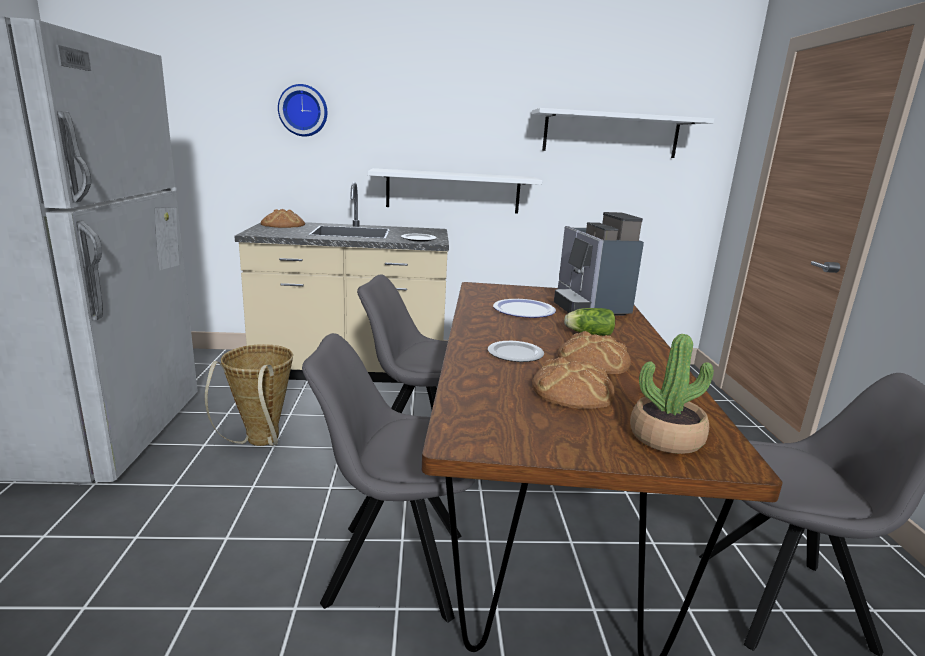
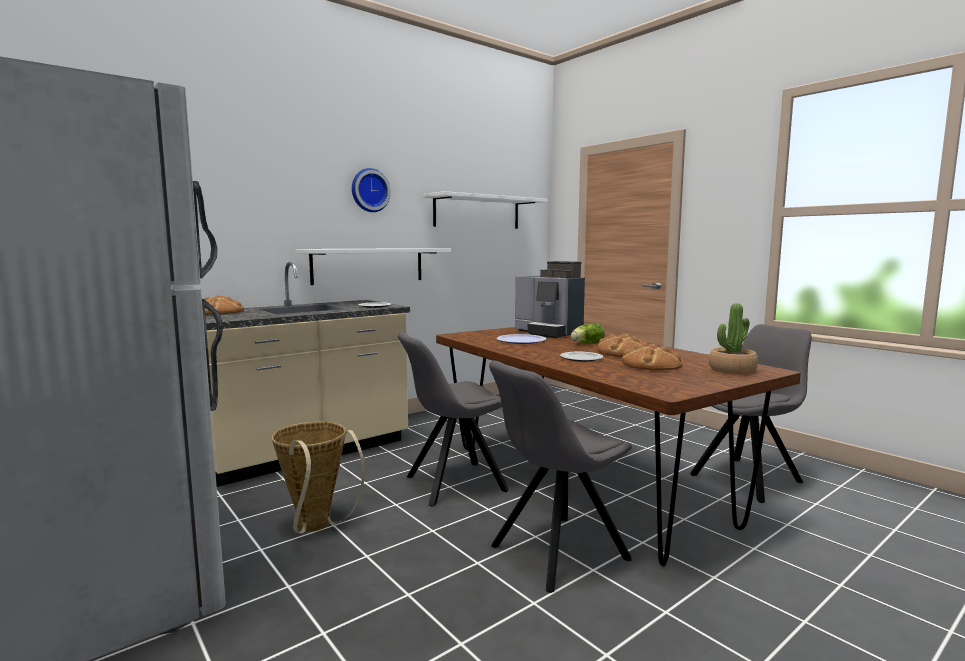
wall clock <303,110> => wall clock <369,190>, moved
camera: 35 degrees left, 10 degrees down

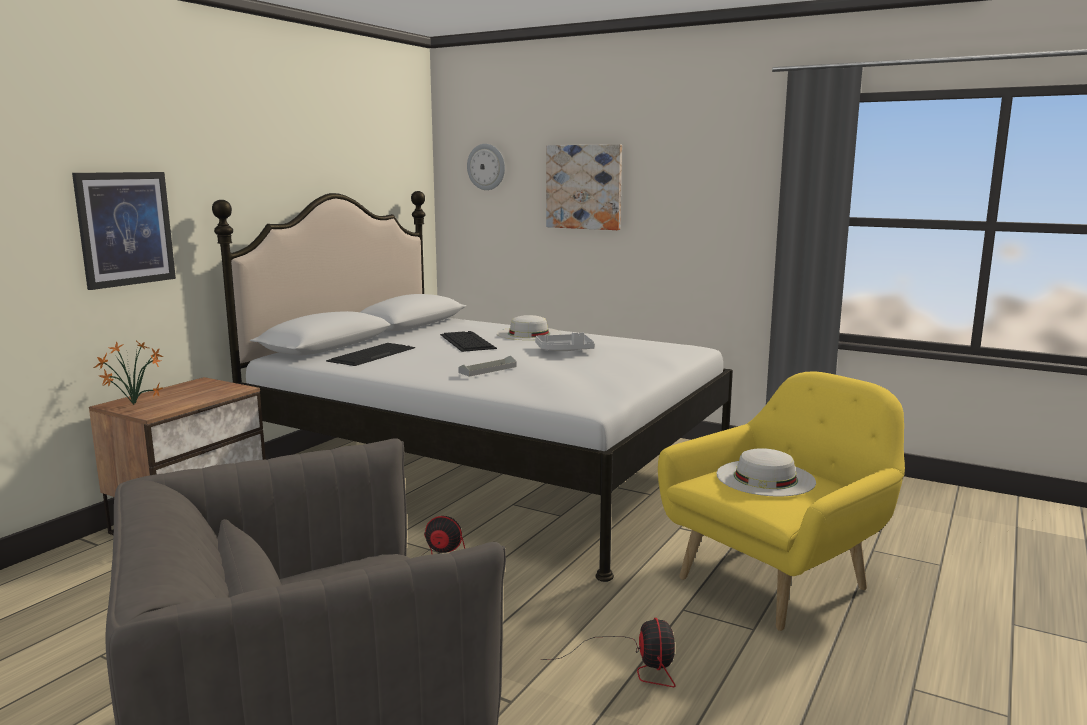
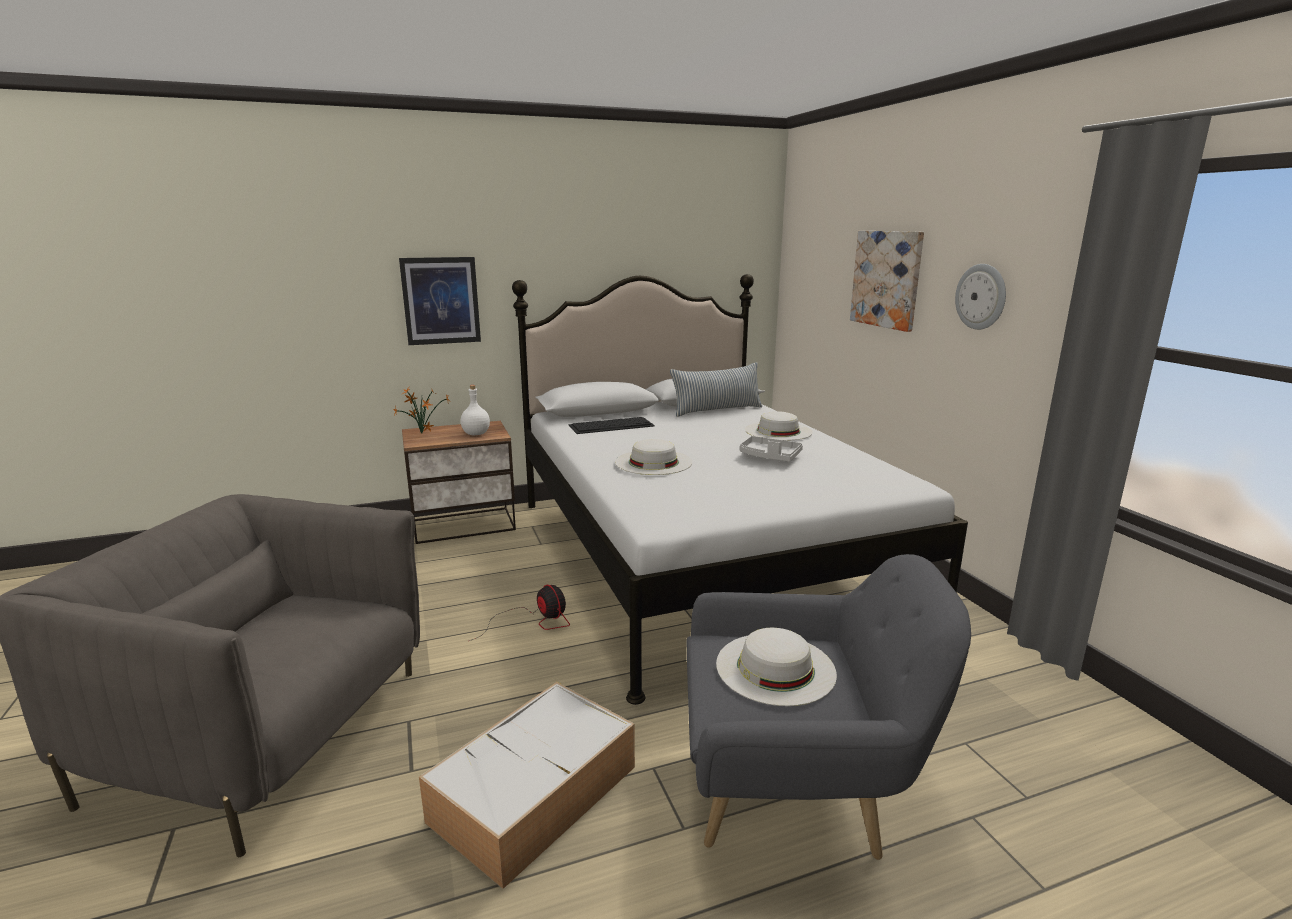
keyboard <466,341> => nothing
tray (grey) <487,370> => hat (white) <653,462>
wall clock <486,167> => wall clock <981,297>, moved
fan <634,664> => storage box <533,796>
armchair (yellow) <778,579> => armchair (grey) <796,789>
nothing => bottle (white) <476,434>
nothing => pillow <717,410>
camera: 40 degrees right, 5 degrees up

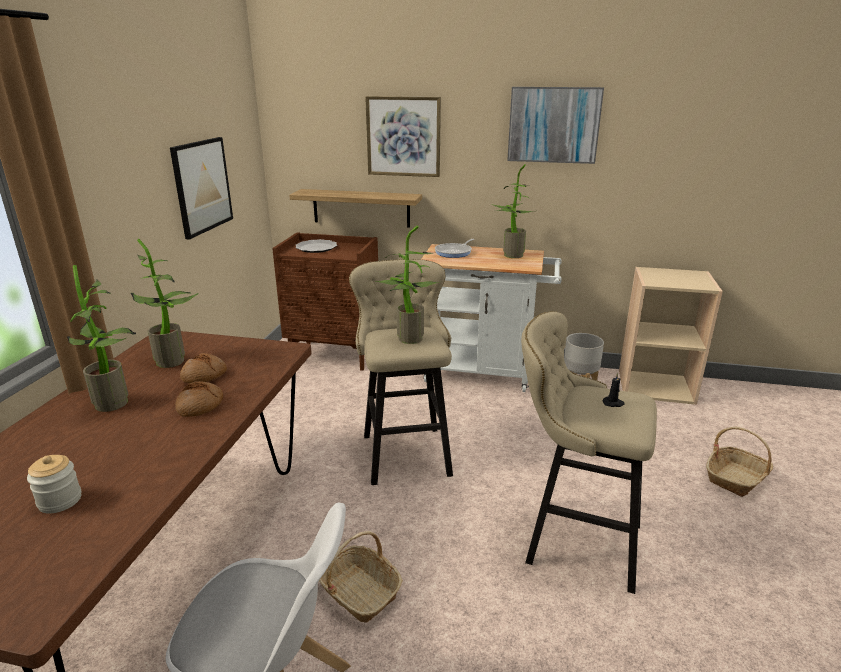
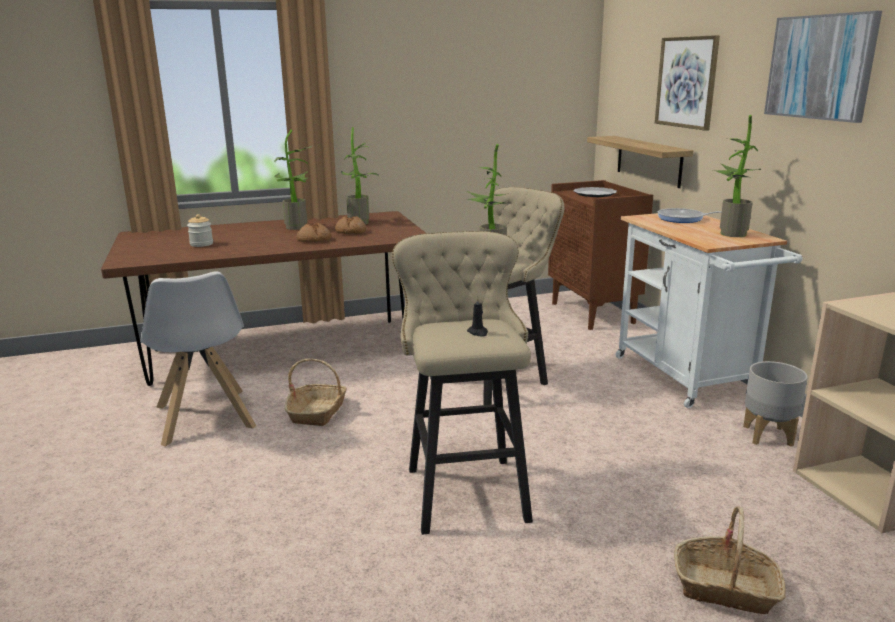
picture <202,186> => nothing
camera: 60 degrees right, 5 degrees down

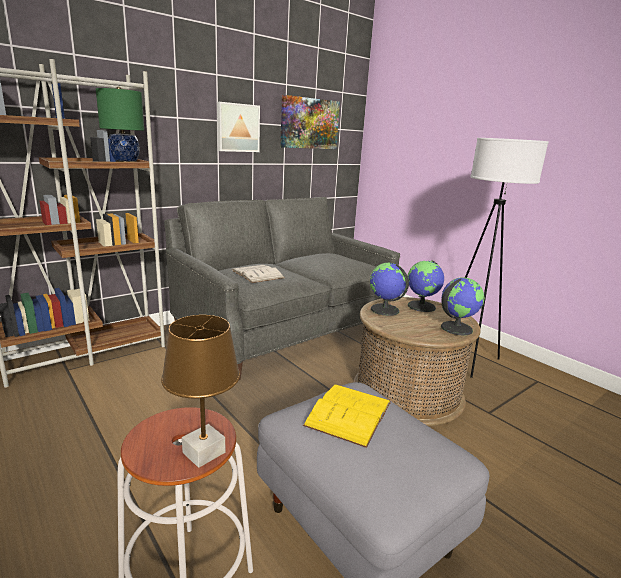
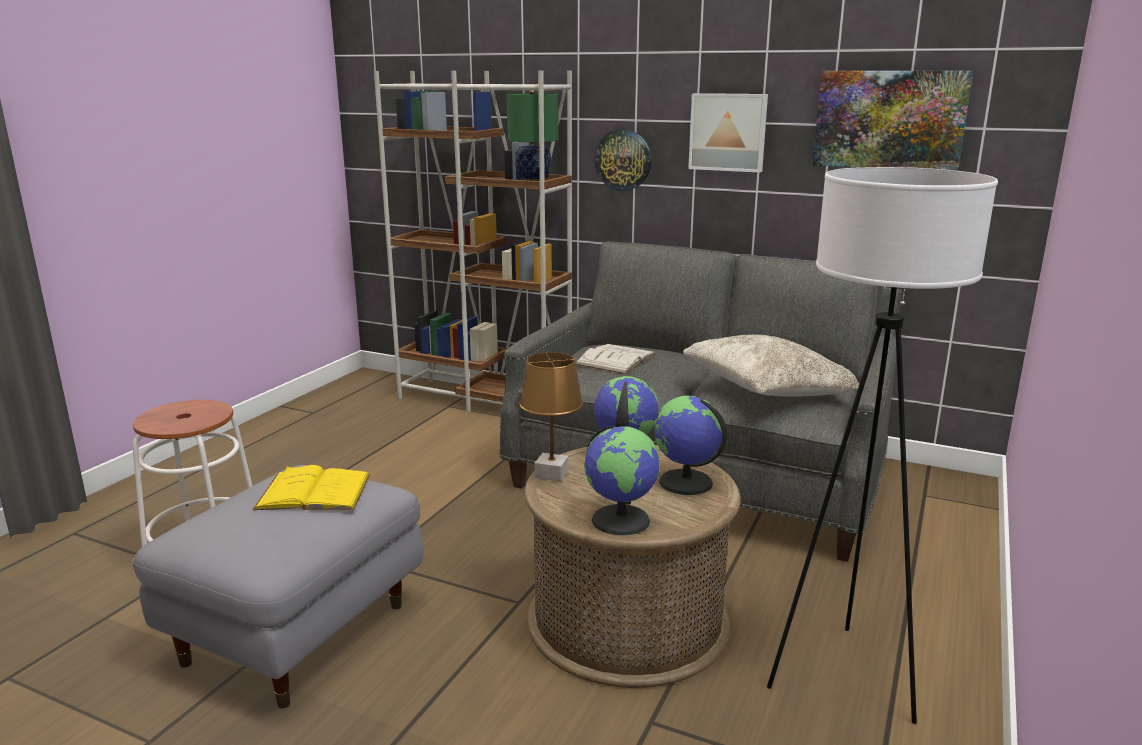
table lamp (brown) <203,453> => table lamp (brown) <551,474>, moved
nothing => wall clock <623,160>
nothing => pillow (beige) <768,389>
camera: 65 degrees right, 0 degrees up

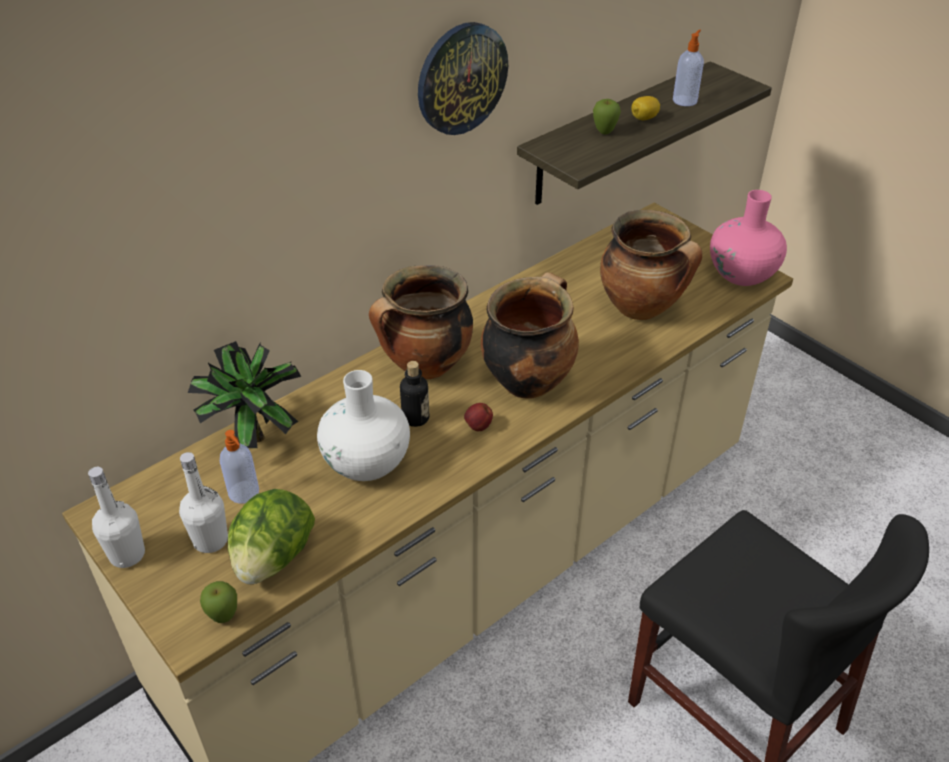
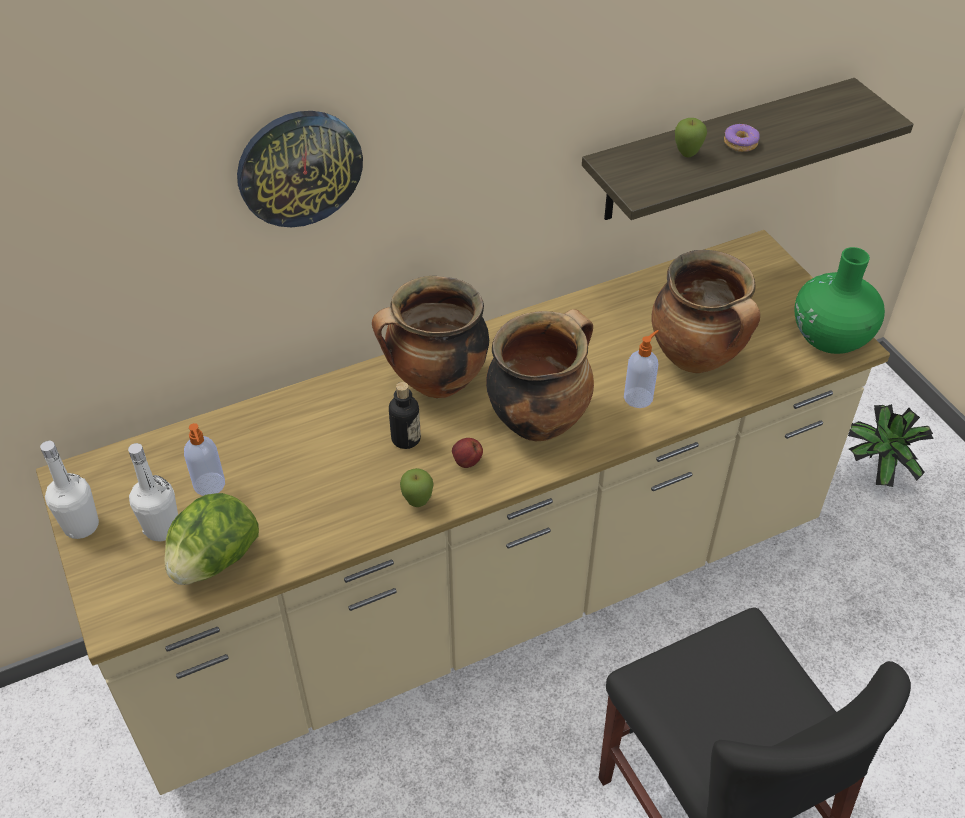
potted plant <253,436> => potted plant <874,472>, moved
apple <224,617> => apple <417,502>, moved
vase (white) <366,462> => nothing
wall clock <461,78> => wall clock <299,168>, moved
lemon <644,118> => donut <740,143>
soap dispenser <685,100> => soap dispenser <639,397>, moved
vase (pink) <741,274> => vase (green) <830,337>
camera: 15 degrees right, 5 degrees up

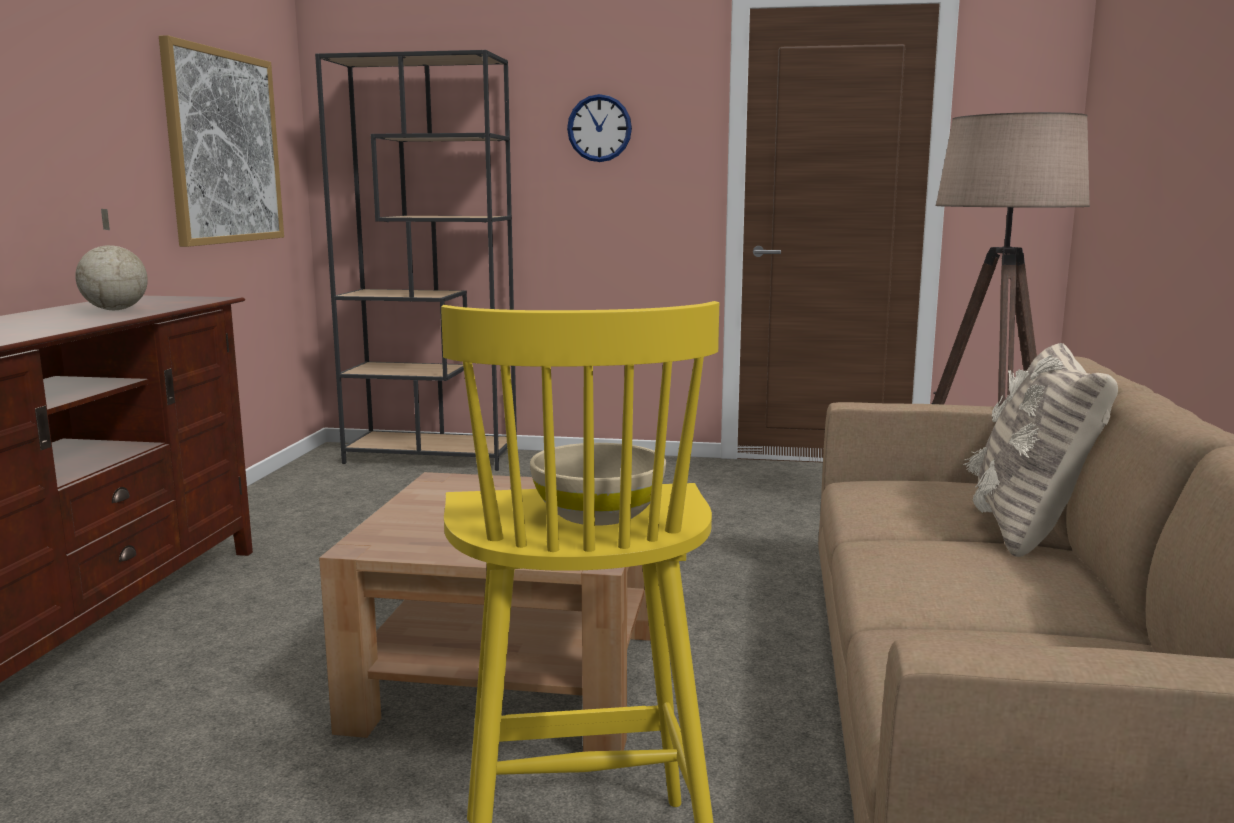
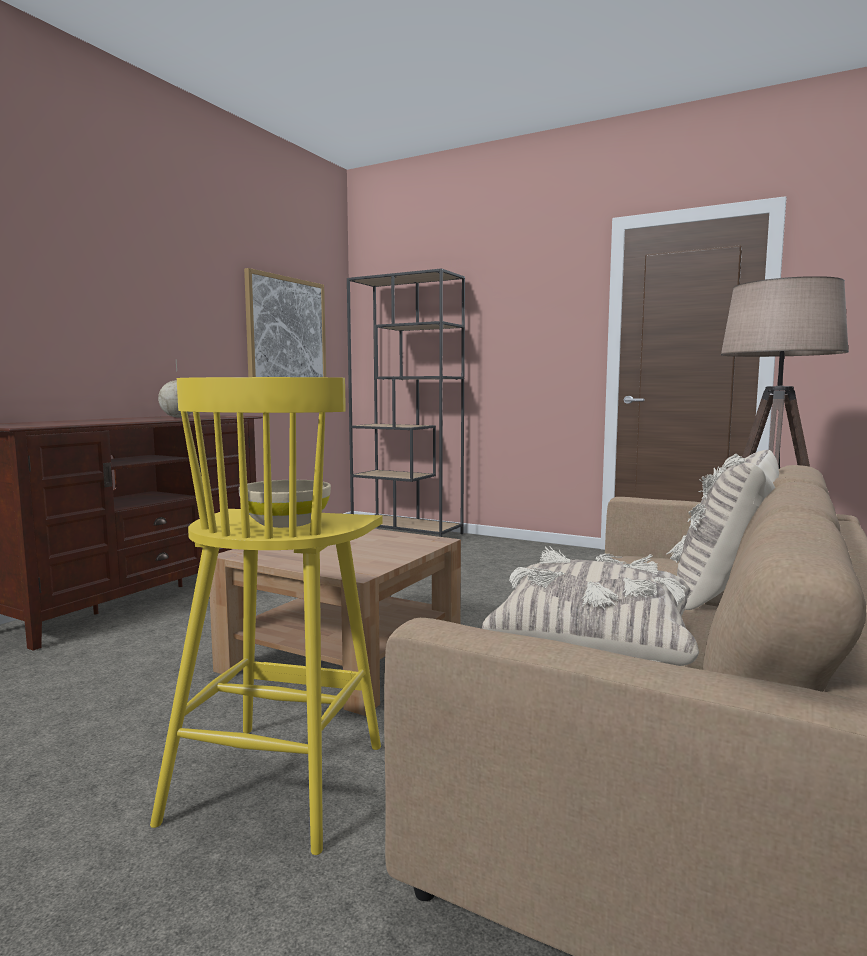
wall clock <599,128> => nothing
nothing => pillow (beige) <593,646>
camera: 20 degrees right, 5 degrees down

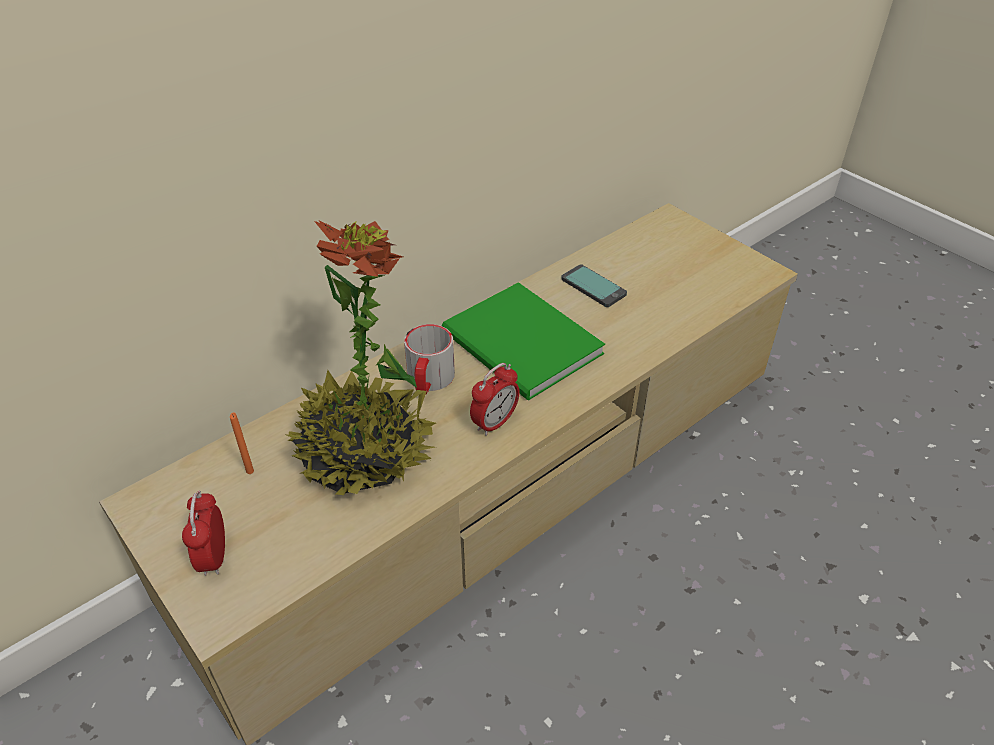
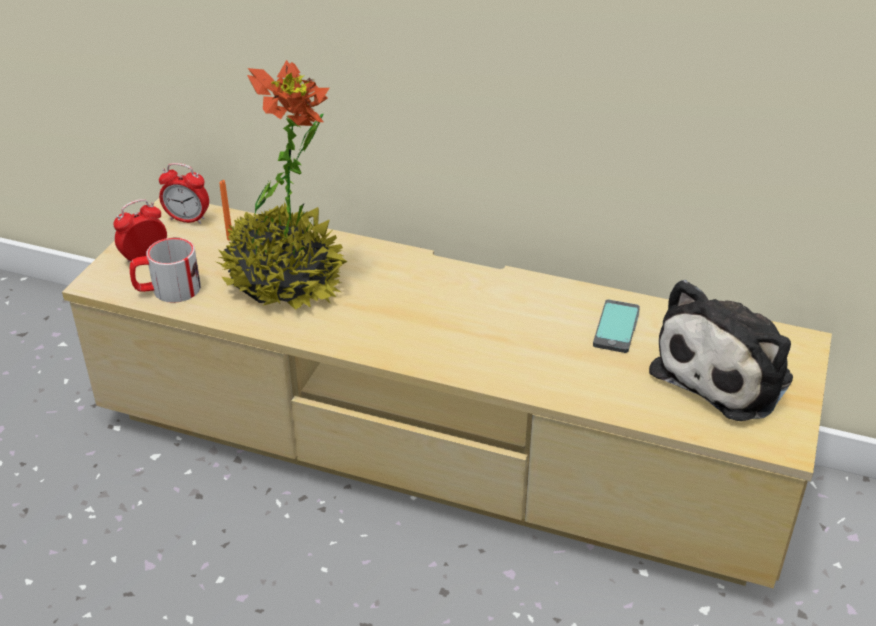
mug <429,381> => mug <167,290>, moved
book (green) <522,347> => nothing
alarm clock <494,422> => alarm clock <187,219>, moved
nothing => plush toy <727,373>
camera: 60 degrees right, 5 degrees down

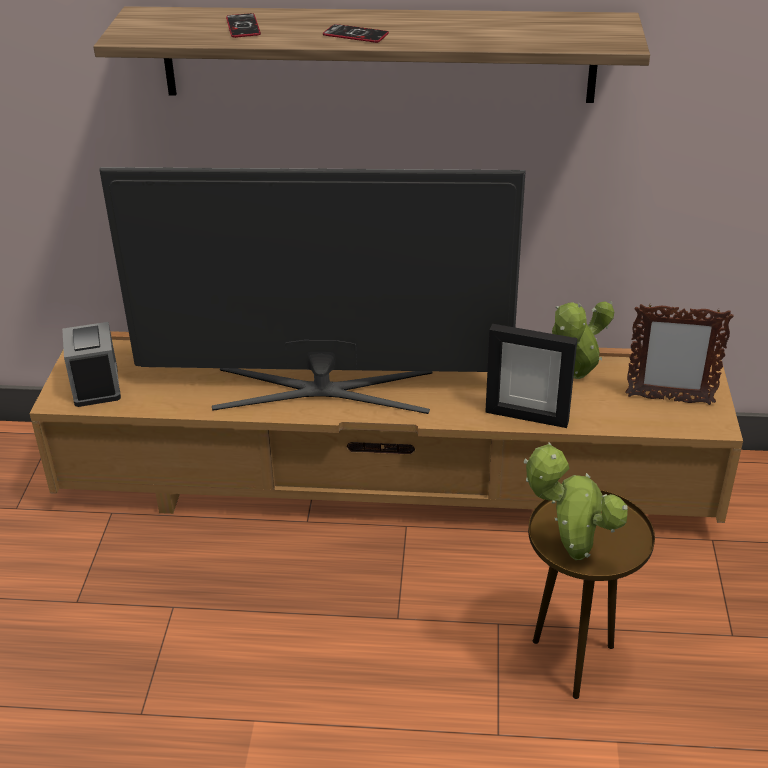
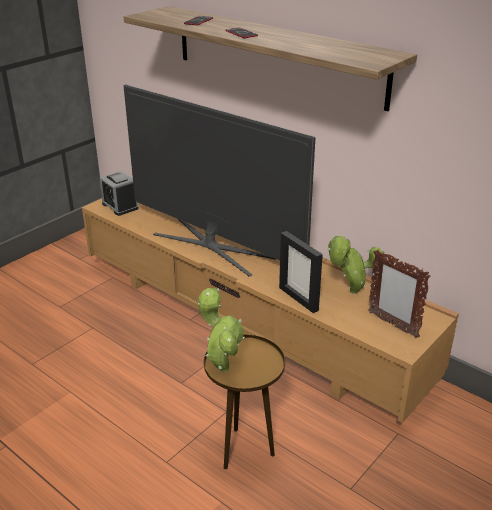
alarm clock <96,385> => alarm clock <120,206>, 120 degrees clockwise
camera: 35 degrees right, 5 degrees down

